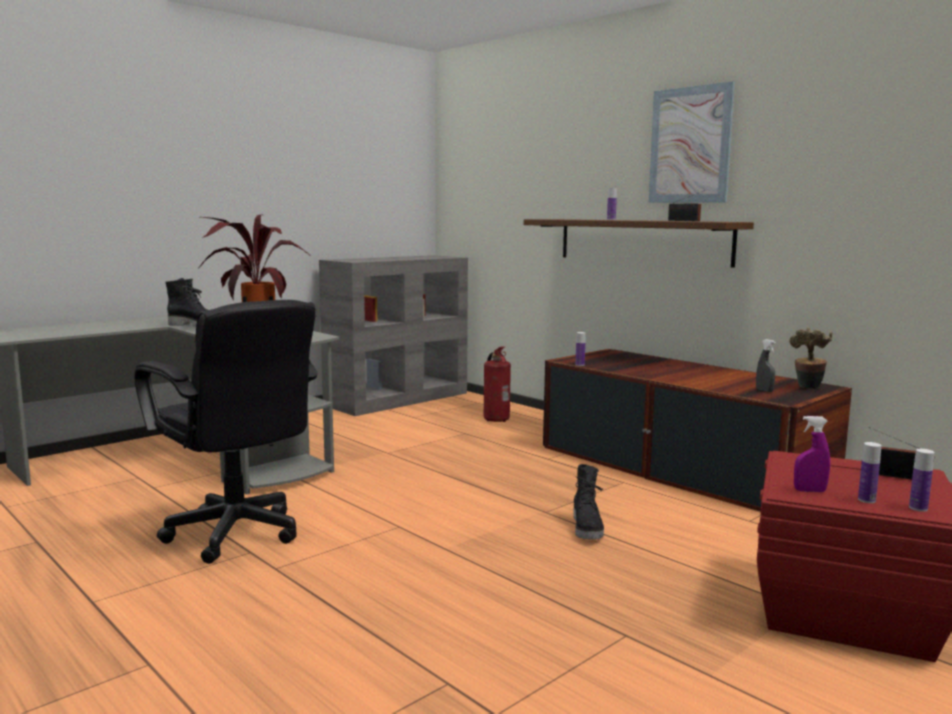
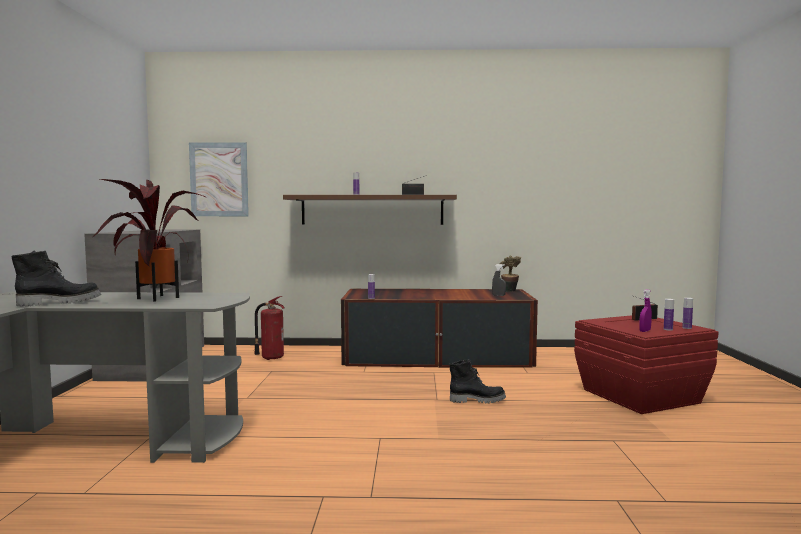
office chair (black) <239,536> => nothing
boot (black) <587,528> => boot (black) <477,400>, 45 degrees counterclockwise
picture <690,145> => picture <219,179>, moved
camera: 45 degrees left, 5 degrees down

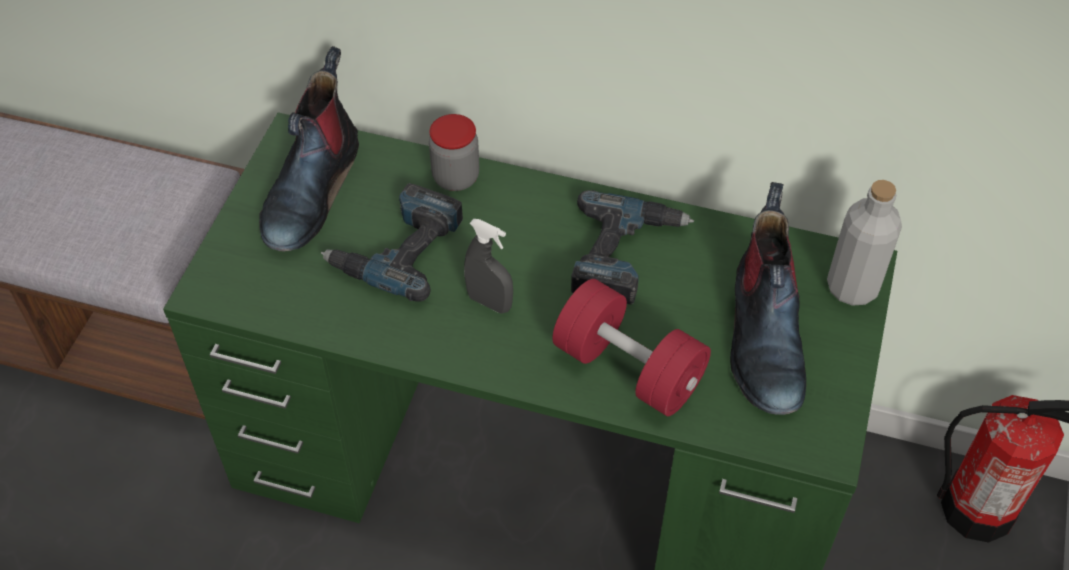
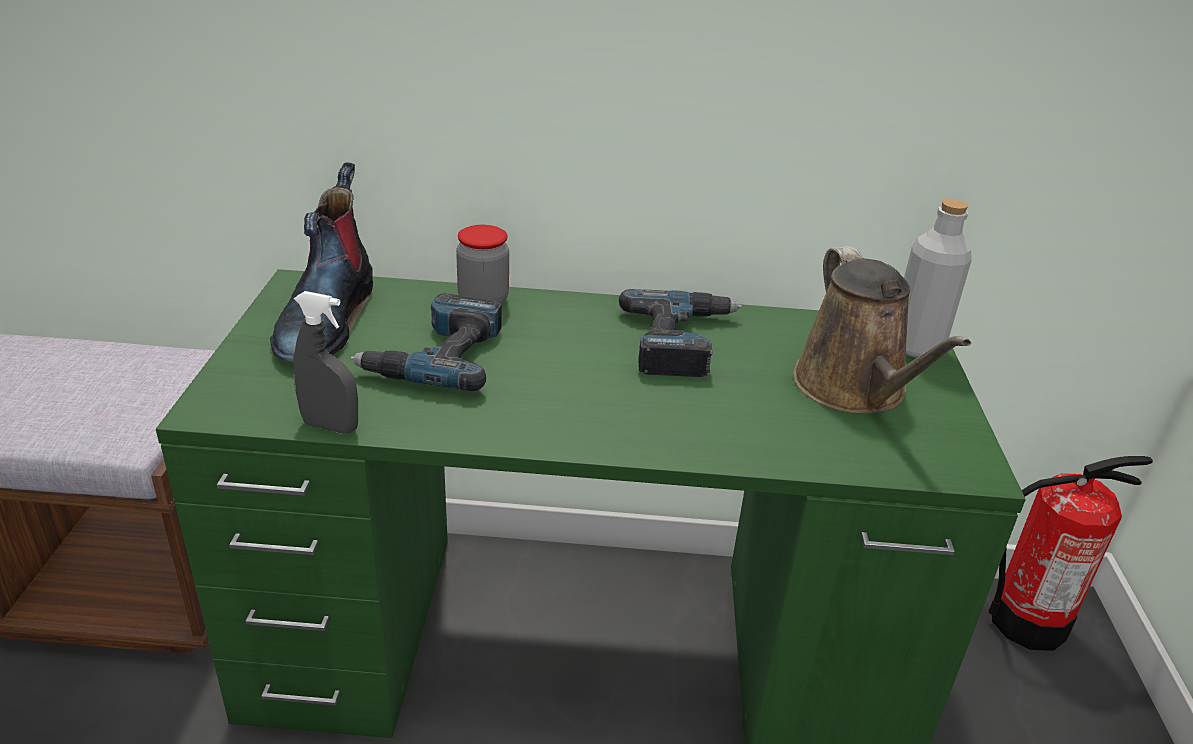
spray bottle (grey) <489,302> => spray bottle (grey) <330,426>, moved
dumbbell (red) <628,368> => nothing
boot <763,338> => watering can (brown) <854,389>
camera: 15 degrees left, 20 degrees down

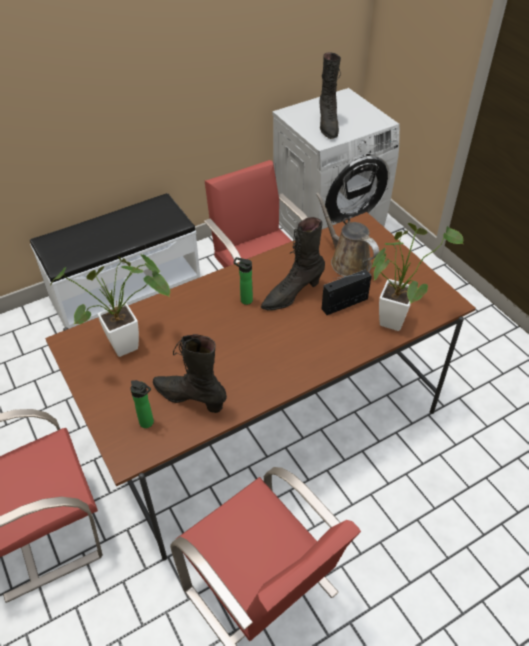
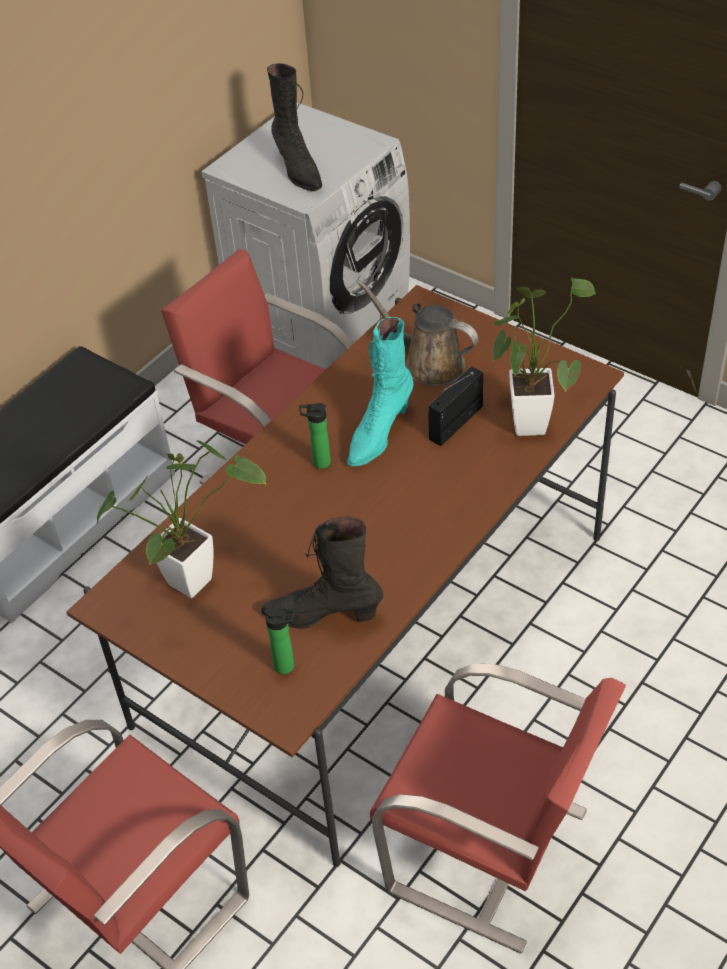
boot (black) <291,295> => boot (turquoise) <379,434>
camera: 20 degrees left, 0 degrees up

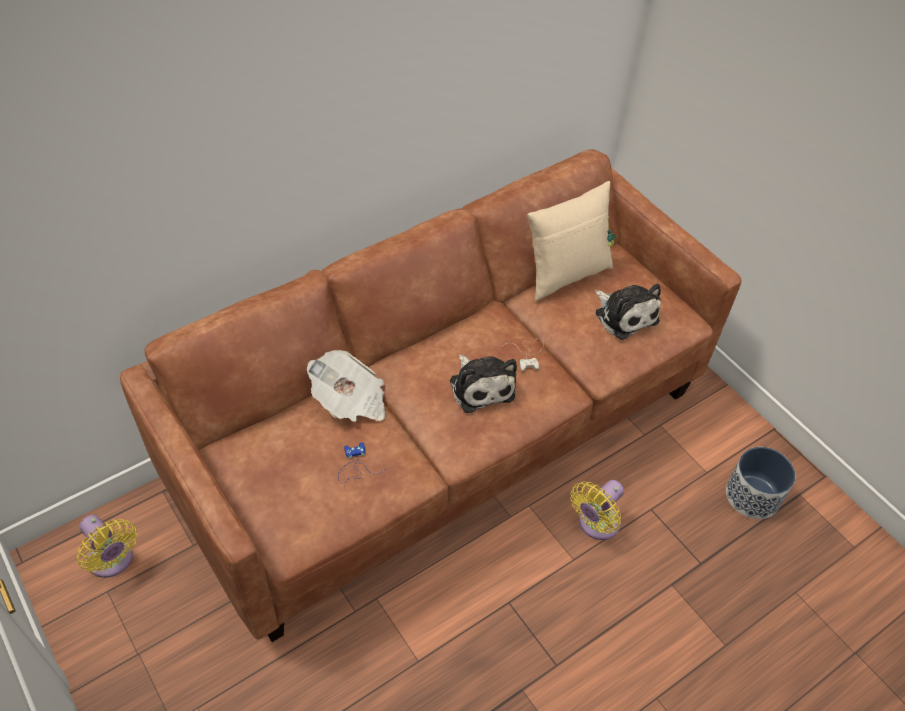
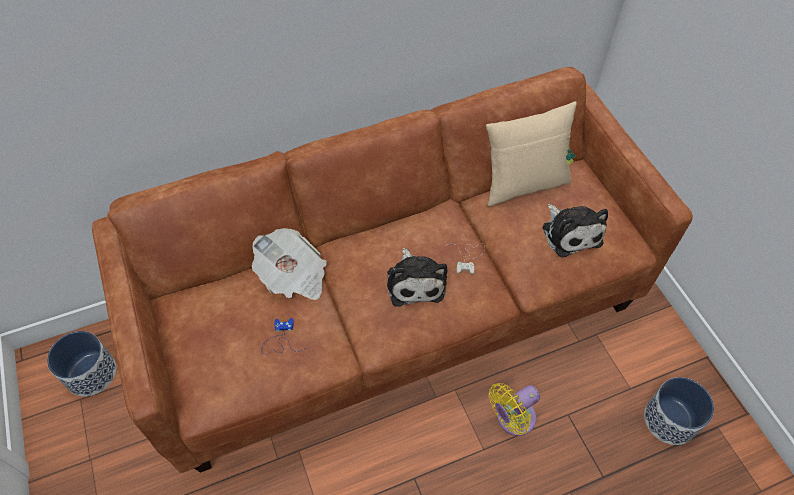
fan (yellow) <113,561> => planter <91,373>
camera: 15 degrees right, 5 degrees up

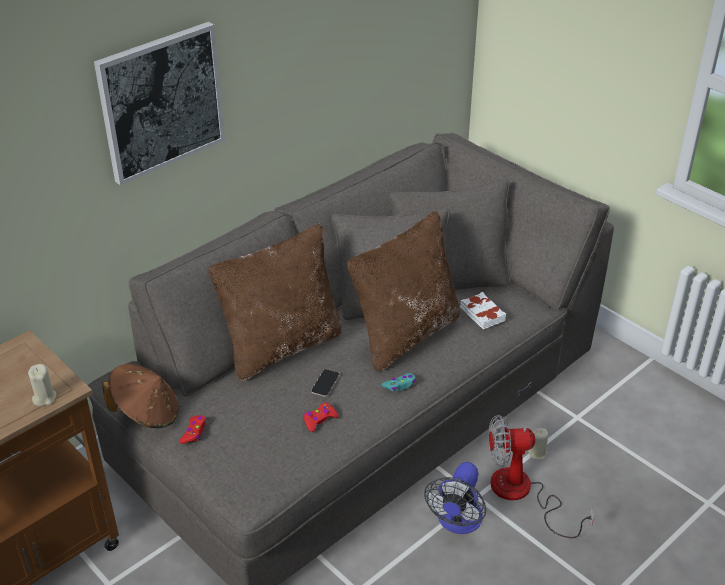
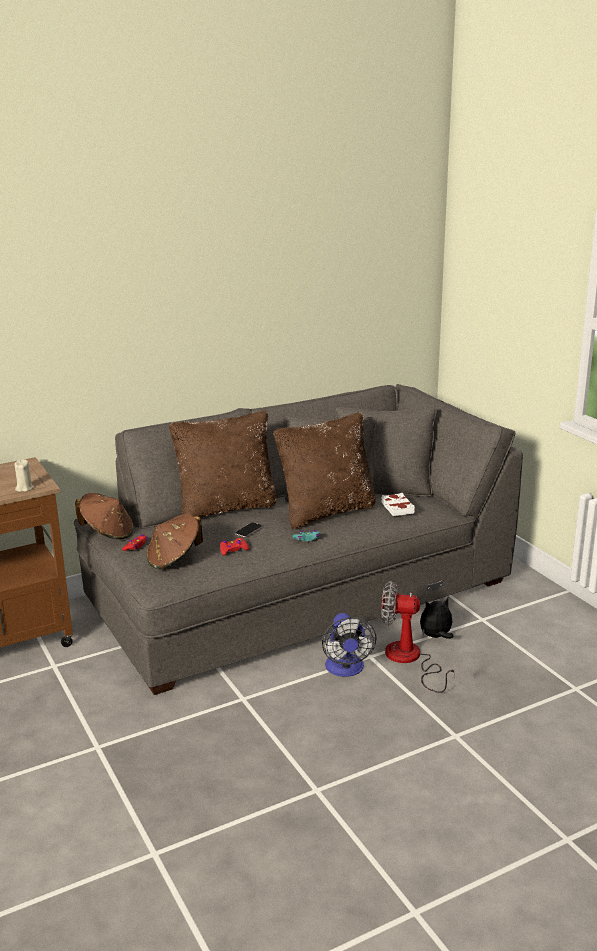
picture <161,102> => nothing
fan <457,522> => fan <346,669>, 45 degrees counterclockwise
candle (beige) <538,453> => plush toy <436,637>
nothing => hat (brown) <174,559>
camera: 15 degrees right, 15 degrees down

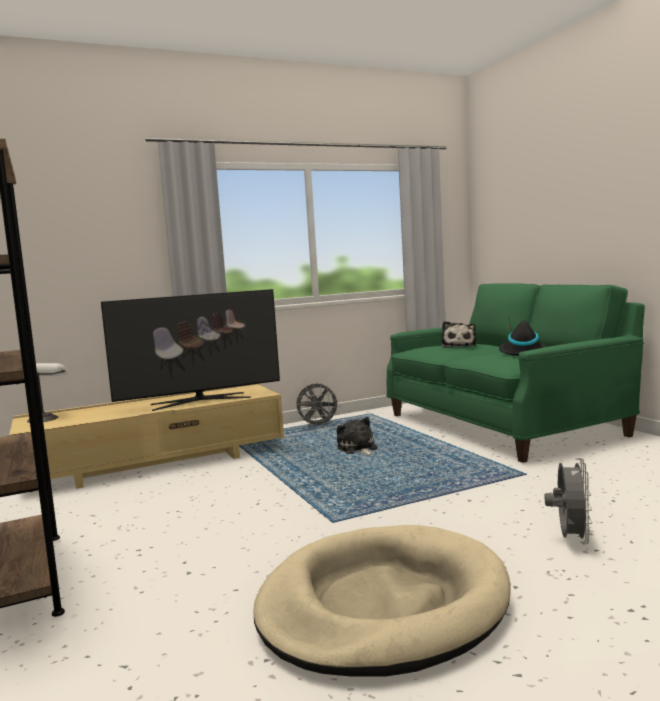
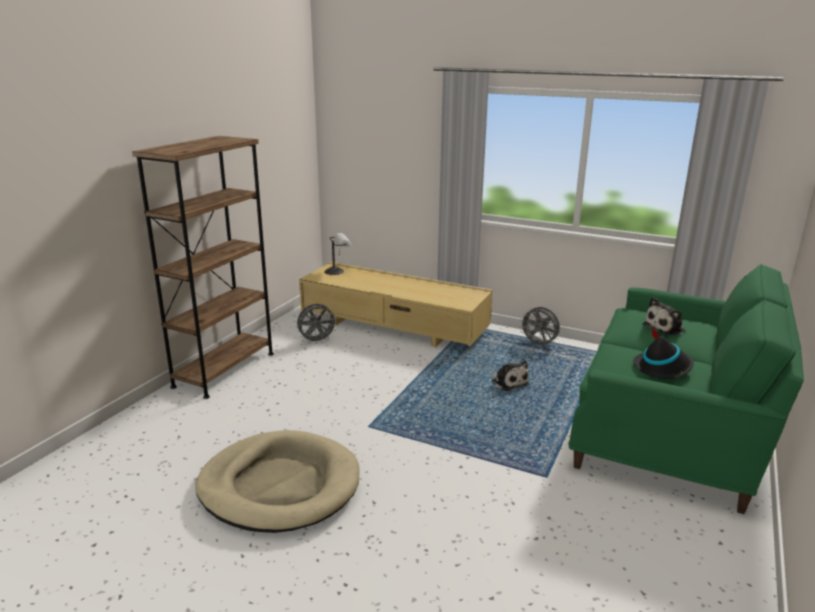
television <199,401> => nothing
plush toy <358,449> => plush toy <508,382>, 120 degrees clockwise
fan (grey) <570,539> => fan (grey) <317,341>, moved
camera: 50 degrees right, 15 degrees up

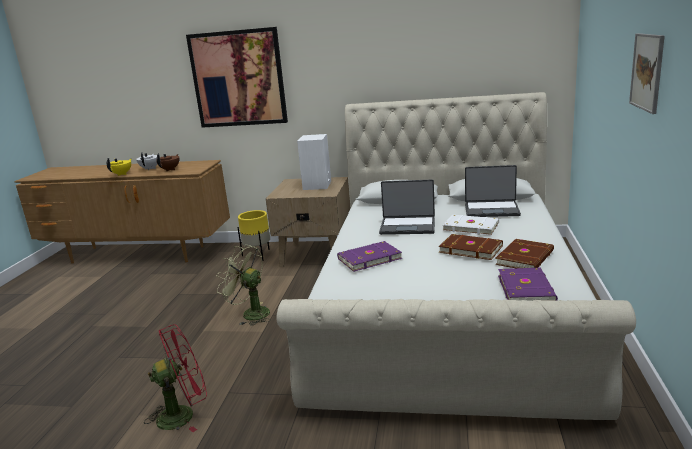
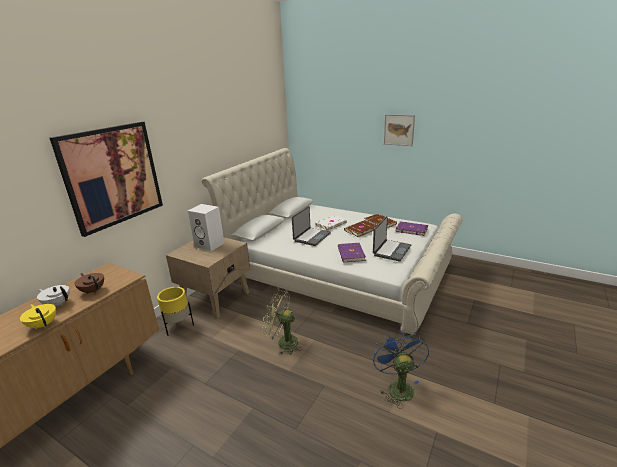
fan (red) <183,414> => fan (blue) <397,387>
fan (green) <250,314> => fan (green) <283,342>, 60 degrees clockwise
laptop <491,210> => laptop <391,250>, moved
camera: 70 degrees left, 5 degrees up

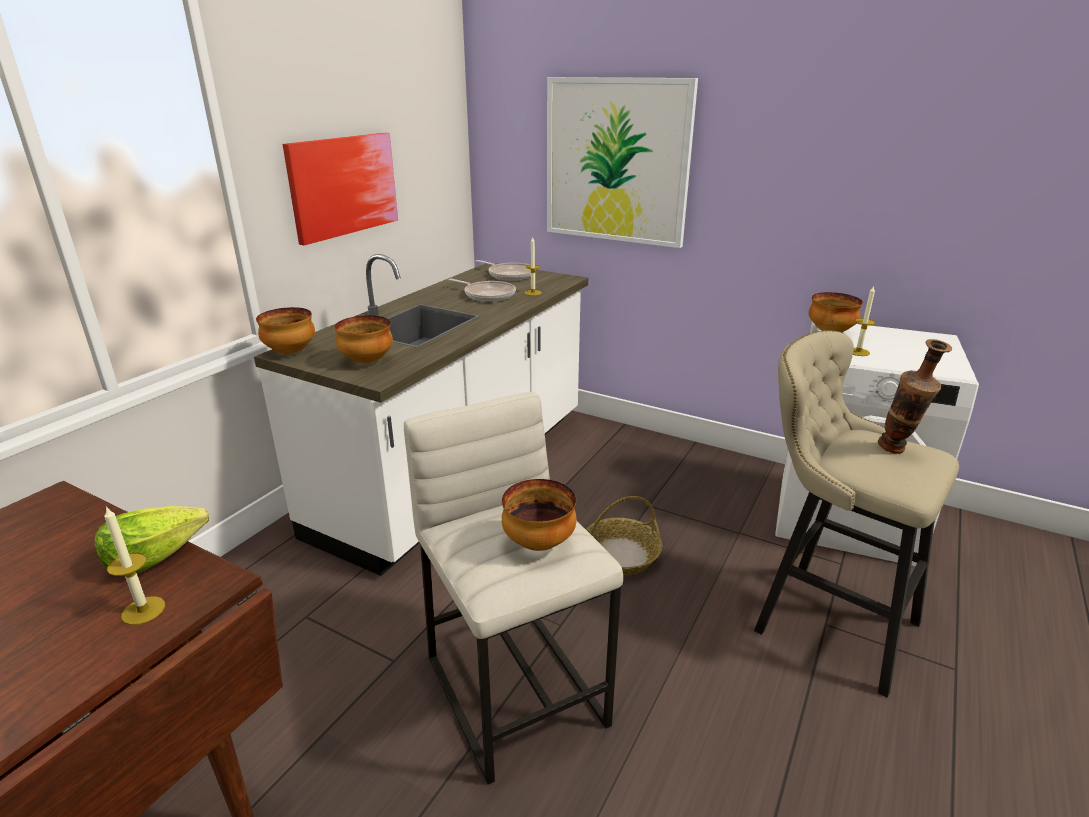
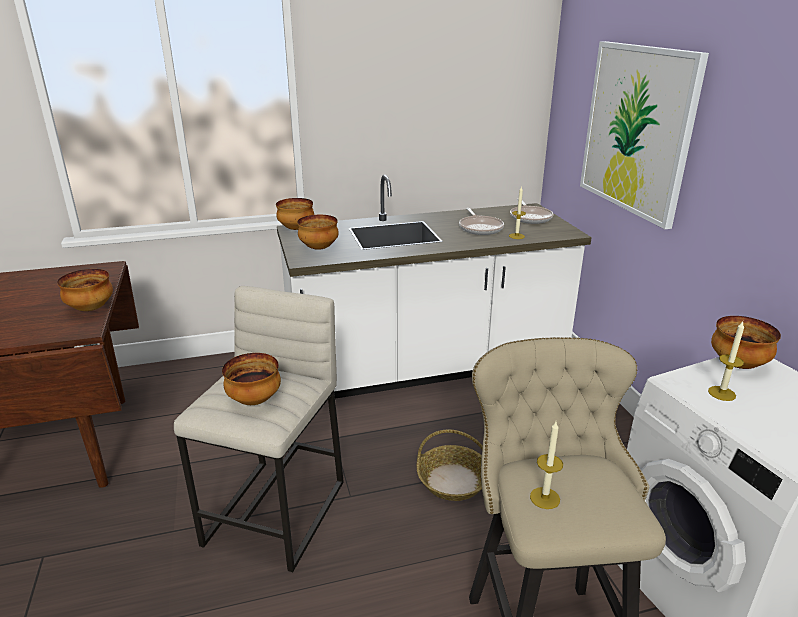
lettuce <155,556> => bowl <91,308>
candle <143,610> => candle <545,498>, moved
picture <343,185> => nothing
vase <897,452> => nothing
camera: 45 degrees right, 0 degrees up

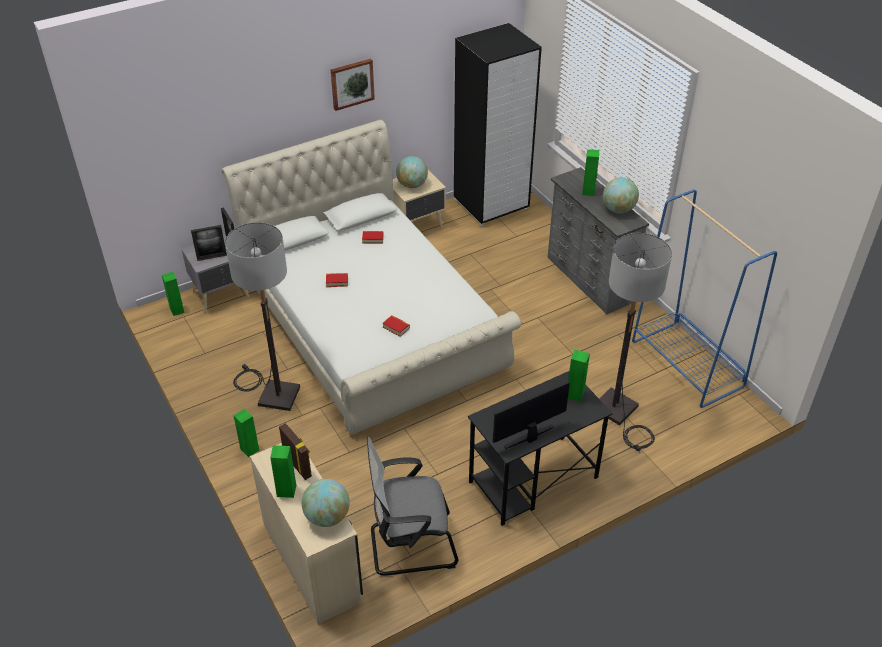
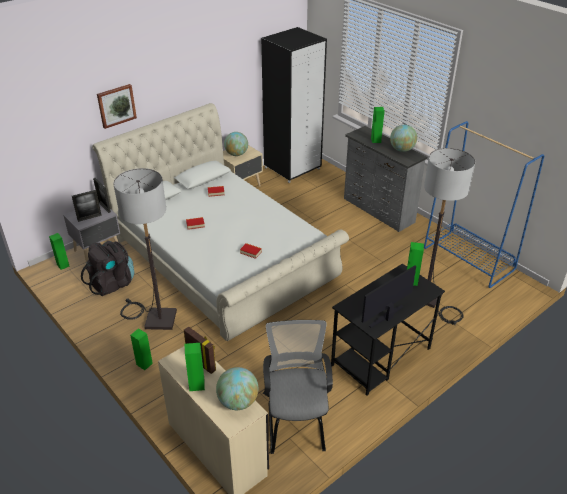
picture <352,83> => picture <116,105>, moved
chair <409,545> => chair <296,422>, 105 degrees clockwise
nothing => backpack (black) <112,283>
camera: 10 degrees left, 5 degrees down

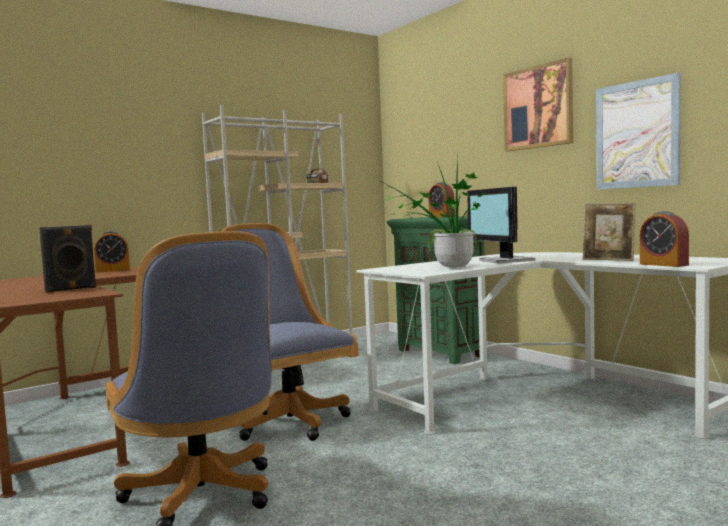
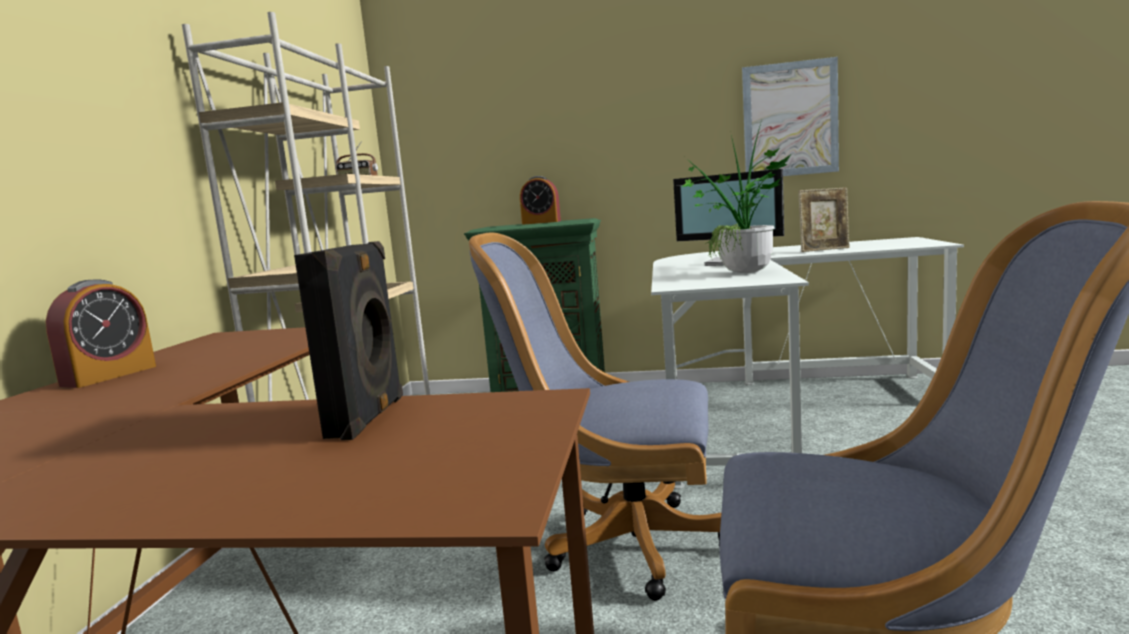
picture <538,107> => nothing
alarm clock <663,264> => nothing
camera: 45 degrees left, 5 degrees up

